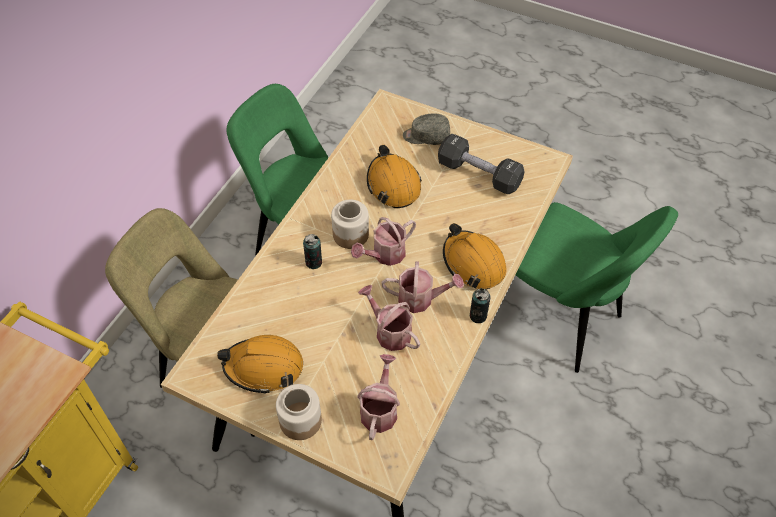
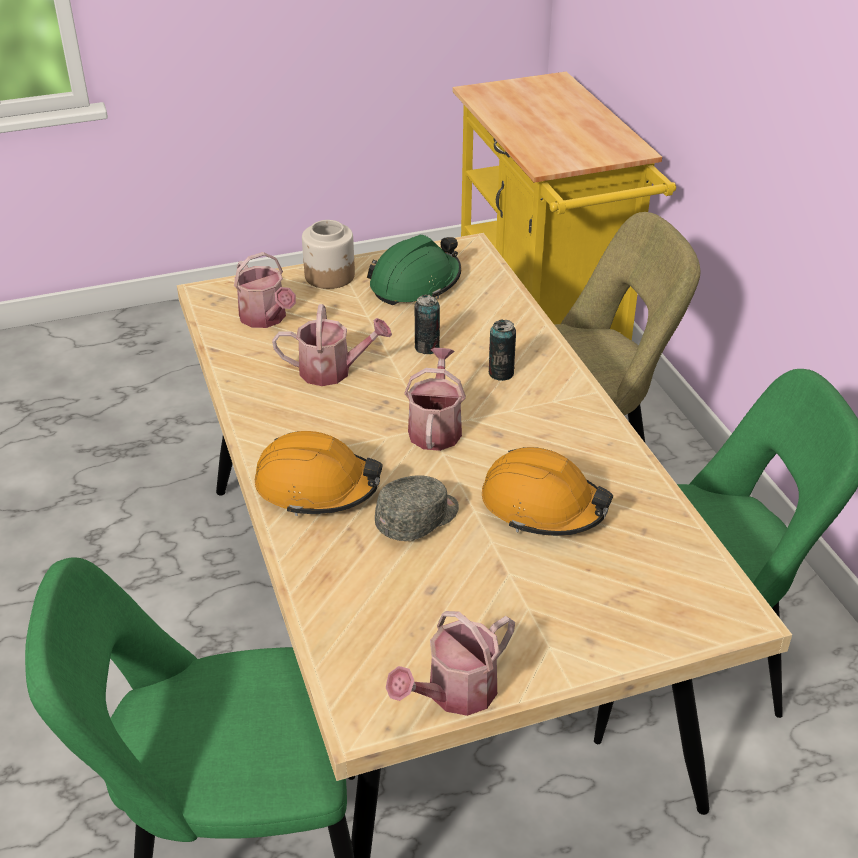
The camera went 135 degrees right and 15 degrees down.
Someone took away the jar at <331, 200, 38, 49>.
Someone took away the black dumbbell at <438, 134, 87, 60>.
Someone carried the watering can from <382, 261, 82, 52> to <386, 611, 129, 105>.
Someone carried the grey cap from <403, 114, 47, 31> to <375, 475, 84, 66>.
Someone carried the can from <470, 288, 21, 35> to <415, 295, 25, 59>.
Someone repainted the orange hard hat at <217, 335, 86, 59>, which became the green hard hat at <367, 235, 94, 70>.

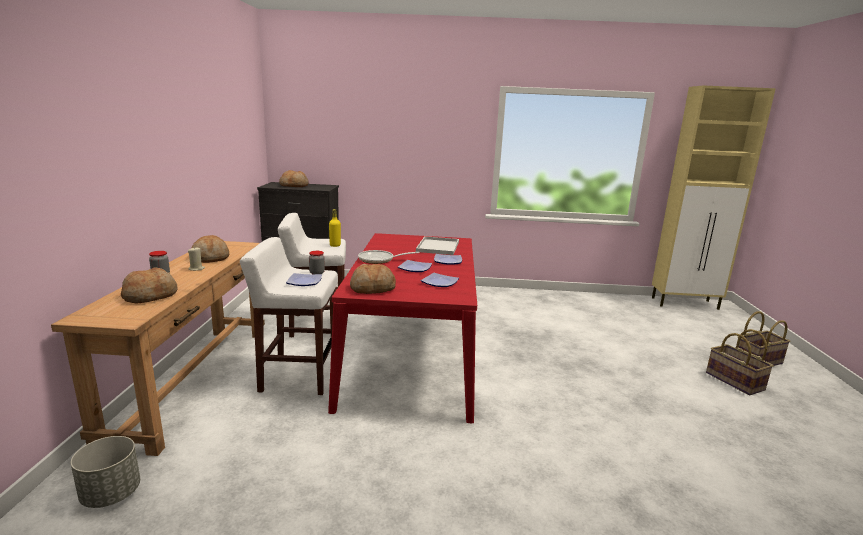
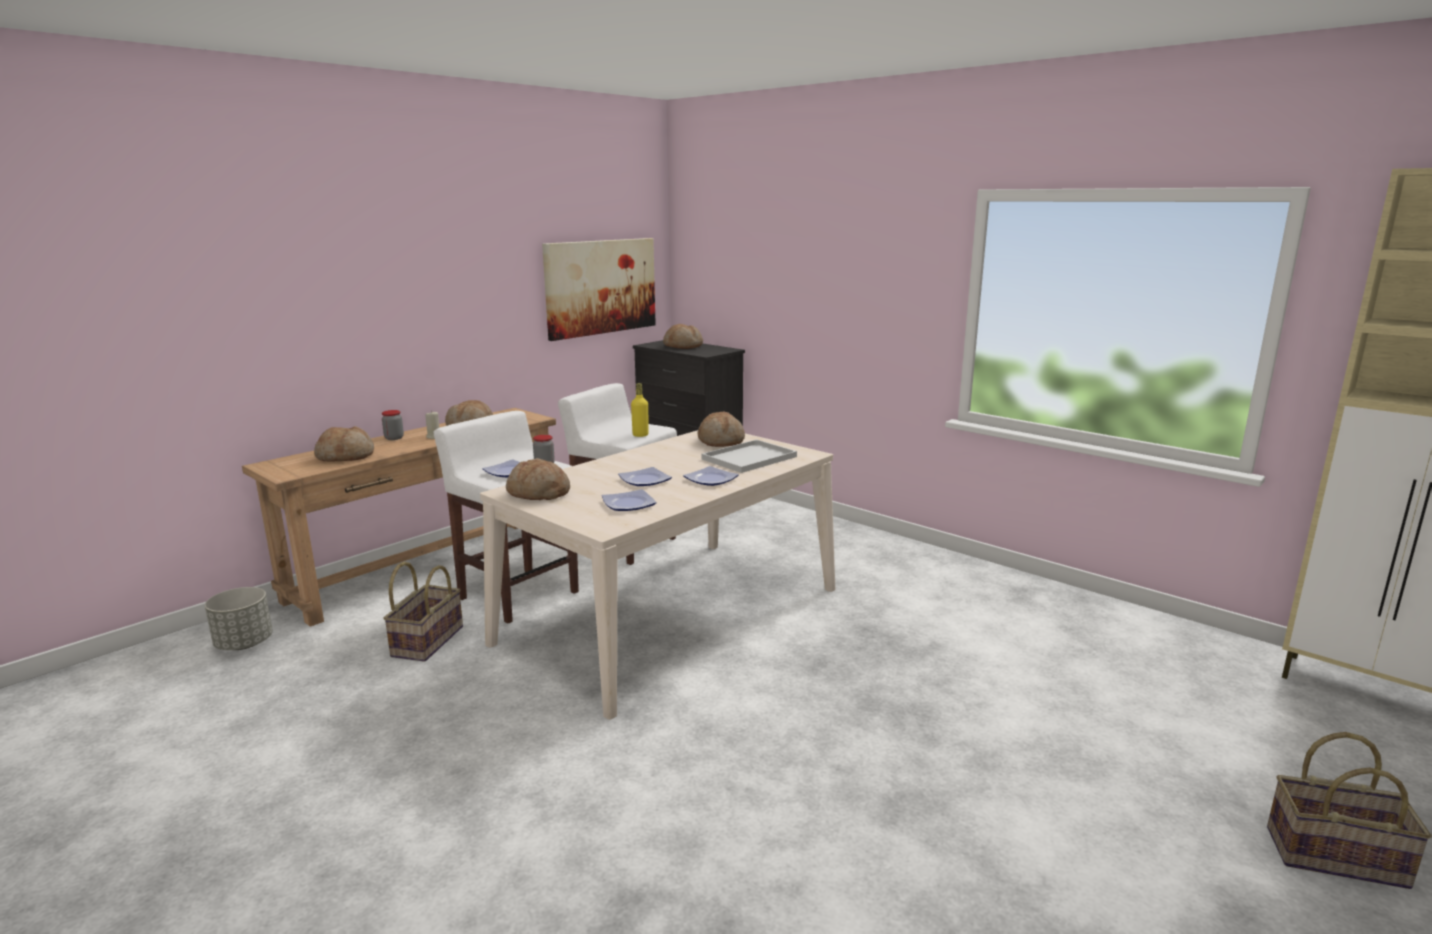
The camera went 40 degrees right and 0 degrees up.
Someone took away the frying pan at <358, 250, 61, 14>.
Someone put up the picture at <542, 238, 114, 103>.
Someone put down the bread at <698, 412, 47, 35>.
Someone carried the basket from <706, 329, 68, 66> to <383, 562, 80, 100>.
Someone repainted the red dining table at <328, 233, 149, 190>, which became the beige dining table at <480, 430, 355, 290>.

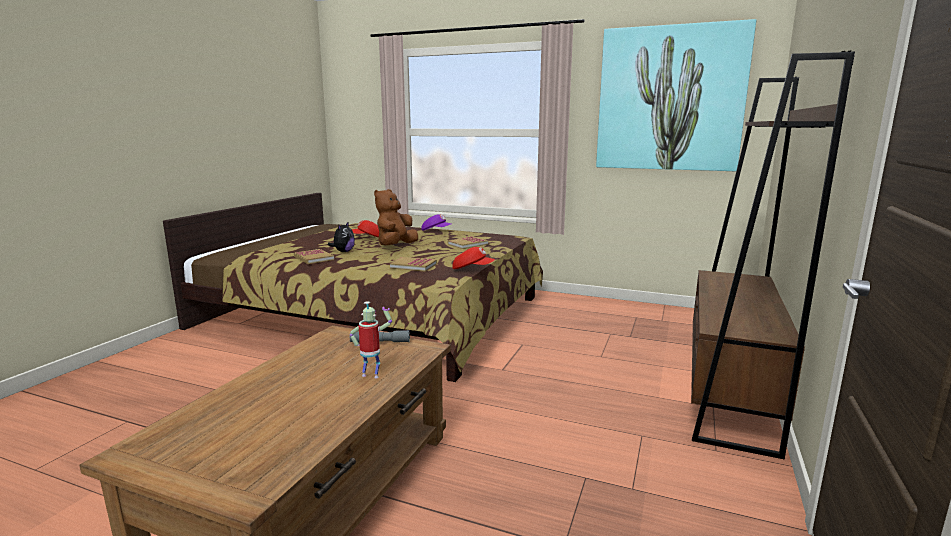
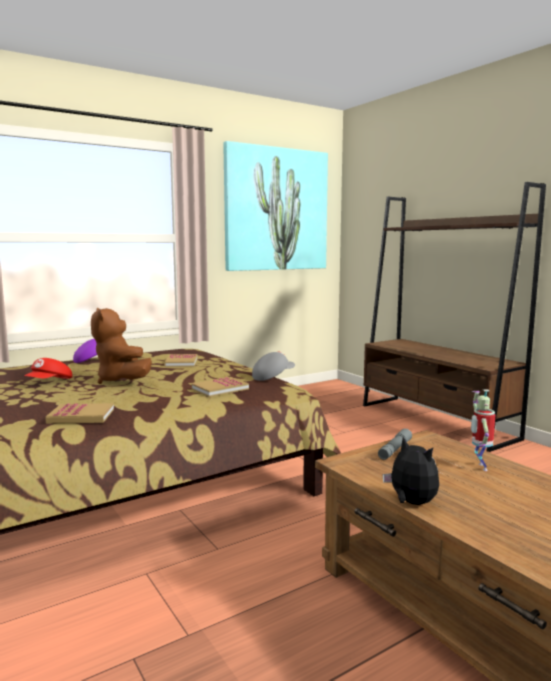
The camera went 55 degrees left and 5 degrees down.
Someone carried the plush toy from <328, 221, 27, 31> to <383, 437, 56, 68>.
Someone repainted the red cap at <452, 247, 43, 22>, which became the grey cap at <252, 352, 43, 29>.
Someone rotated the toy robot at <350, 301, 42, 77> by 45 degrees counterclockwise.

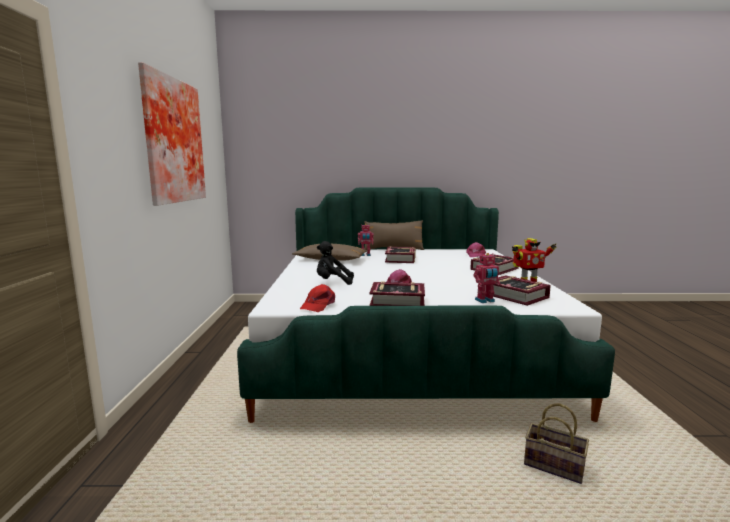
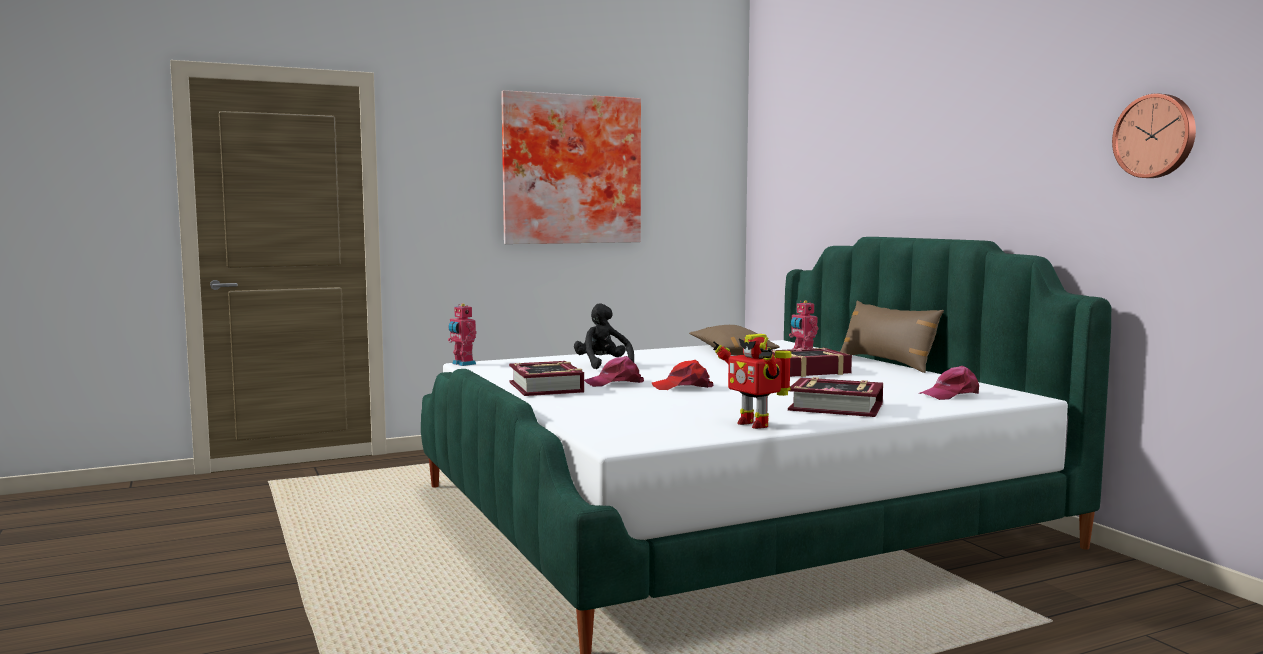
The camera went 65 degrees right and 5 degrees down.
Someone took away the book at <493, 275, 58, 31>.
Someone took away the basket at <524, 403, 65, 81>.
Someone put up the wall clock at <1112, 94, 84, 84>.
Someone carried the red cap from <300, 284, 35, 28> to <652, 360, 62, 30>.
Someone carried the toy robot from <474, 253, 26, 50> to <448, 304, 28, 62>.

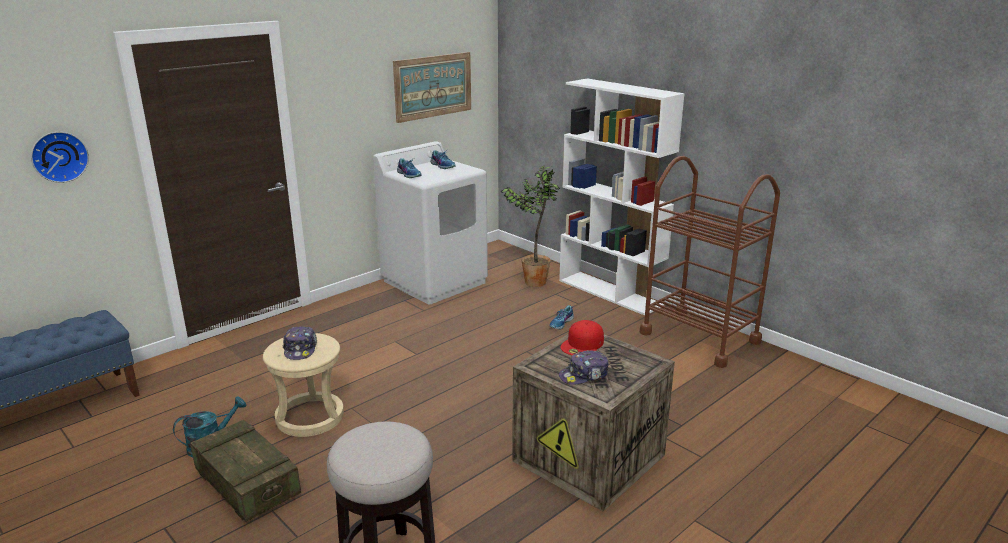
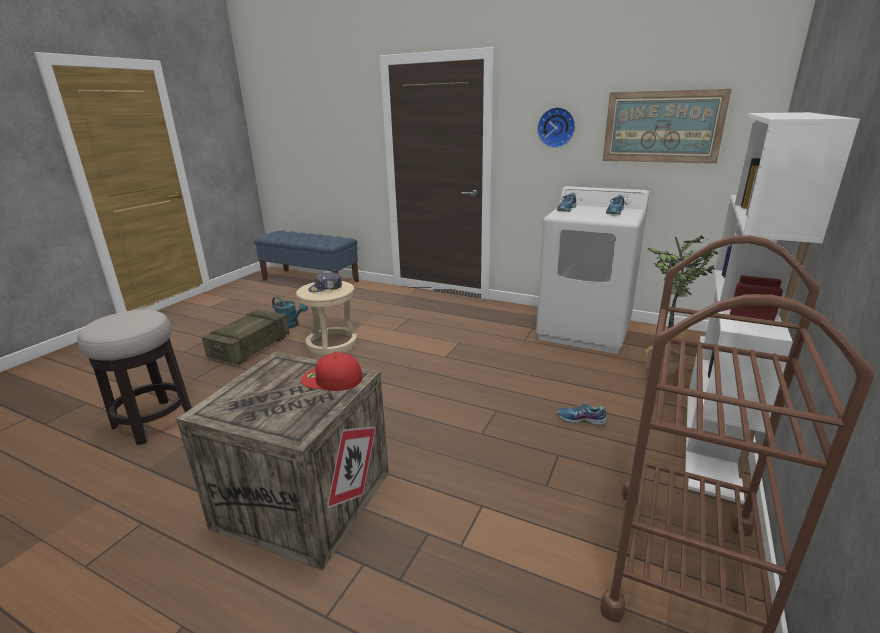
The camera went 70 degrees right and 0 degrees up.
Someone took away the cap at <559, 350, 50, 35>.
Someone carried the wall clock from <31, 132, 58, 51> to <537, 107, 38, 41>.

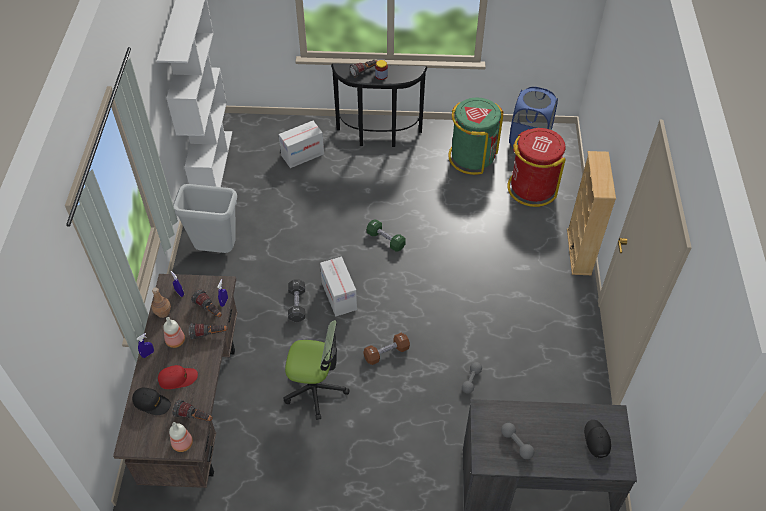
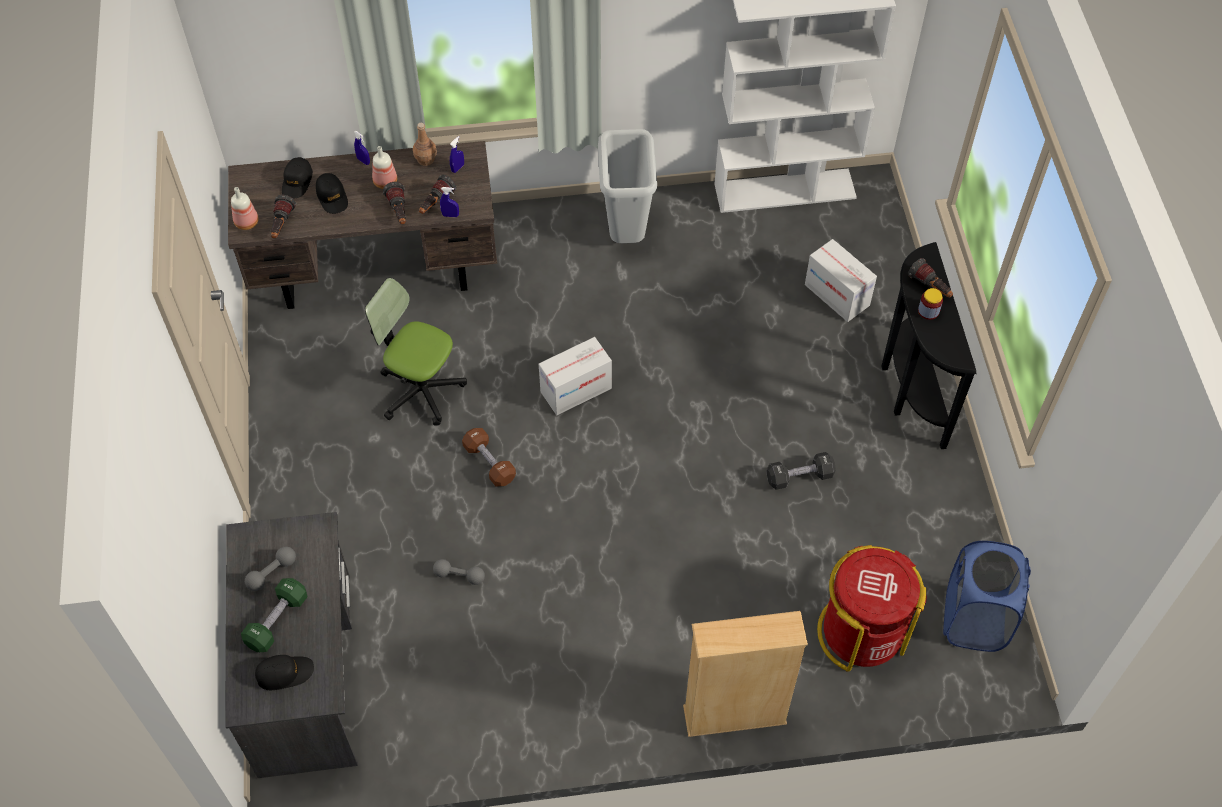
The camera went 80 degrees right and 5 degrees up.
Someone took away the green trash can at <448, 97, 56, 78>.
Someone carried the black dumbbell from <288, 279, 17, 43> to <767, 452, 69, 38>.
Someone carried the green dumbbell from <367, 220, 39, 31> to <241, 578, 67, 74>.
Someone repainted the red cap at <158, 365, 40, 24>, which became the black cap at <316, 173, 32, 41>.
Someone rotated the office chair at <283, 320, 67, 100> by 120 degrees clockwise.

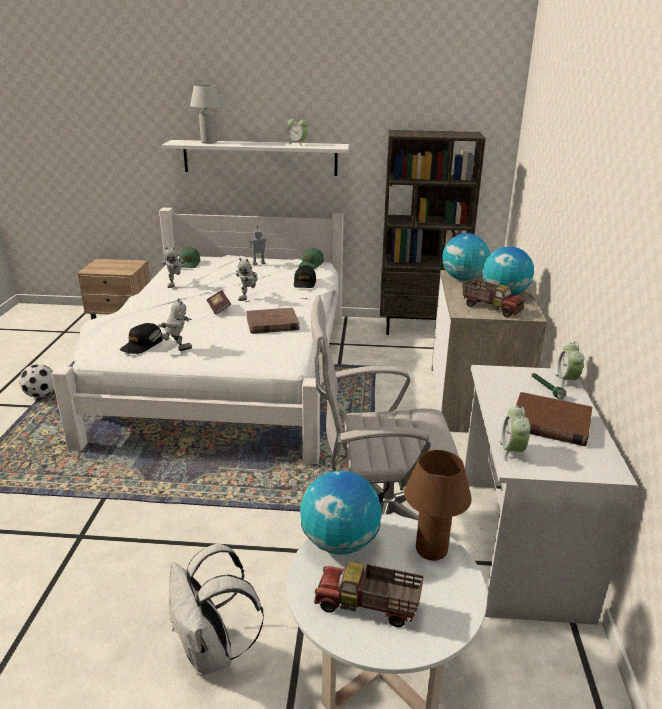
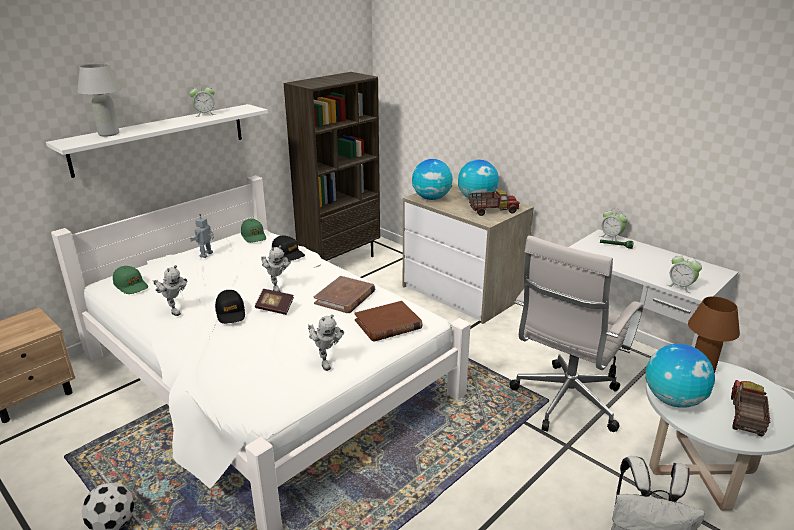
The camera went 50 degrees left and 0 degrees up.
Someone carried the black cap from <120, 323, 43, 31> to <215, 290, 30, 34>.
Someone carried the brown book from <516, 392, 76, 54> to <355, 301, 67, 40>.
Someone rotated the toy robot at <149, 298, 43, 53> by 135 degrees clockwise.
Someone rotated the toy truck at <314, 562, 110, 65> by 150 degrees clockwise.

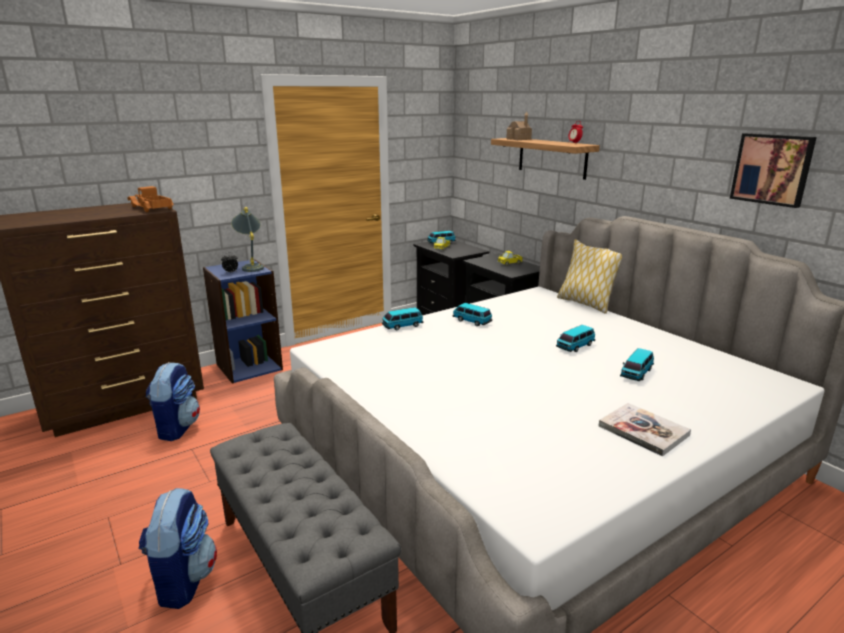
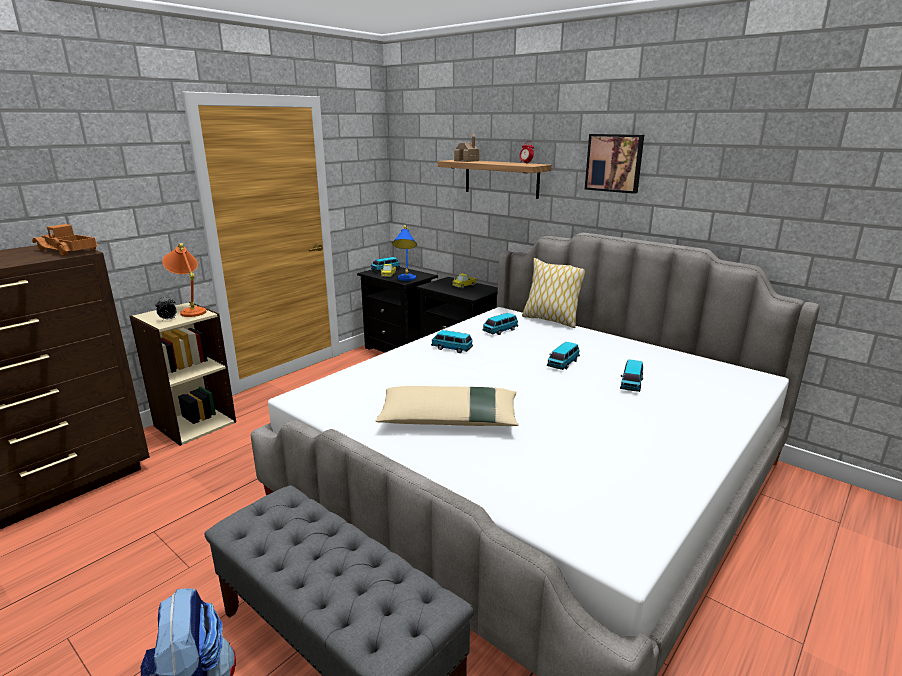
The camera went 15 degrees left and 0 degrees up.
Someone took away the backpack at <146, 362, 54, 79>.
Someone took away the book at <598, 403, 93, 54>.
Someone put down the beige pillow at <376, 386, 143, 40>.
Someone put down the blue table lamp at <392, 225, 25, 56>.
Someone carried the toy car from <382, 307, 41, 23> to <483, 313, 35, 22>.
Someone carried the picture from <730, 133, 87, 75> to <585, 134, 59, 60>.
Someone repainted the blue bookcase at <203, 259, 80, 124>, which became the beige bookcase at <129, 302, 107, 144>.
Someone repainted the grey table lamp at <231, 207, 33, 65>, which became the orange table lamp at <162, 243, 45, 74>.

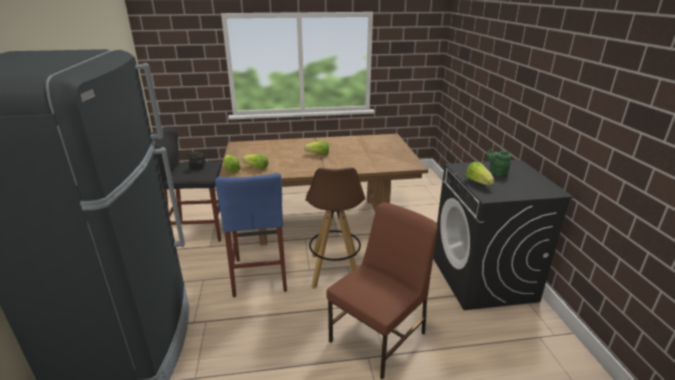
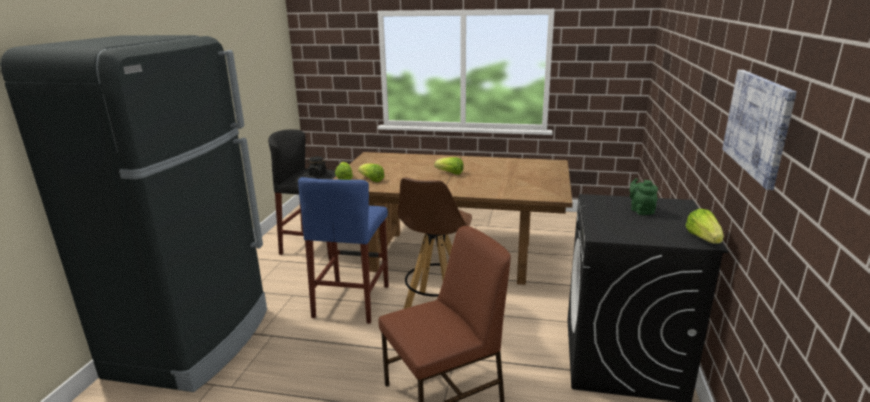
The camera went 20 degrees right and 5 degrees down.
Someone put up the picture at <722, 70, 75, 120>.
Someone carried the lettuce from <465, 162, 29, 23> to <685, 209, 39, 35>.

